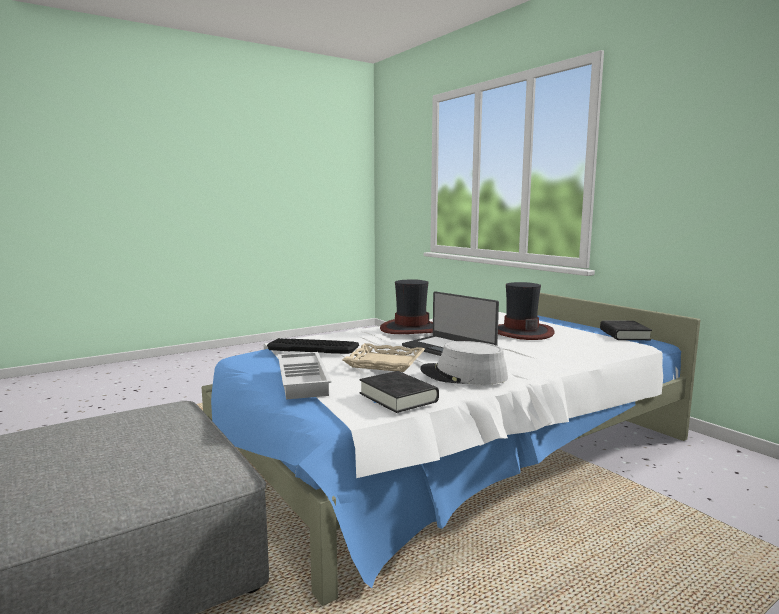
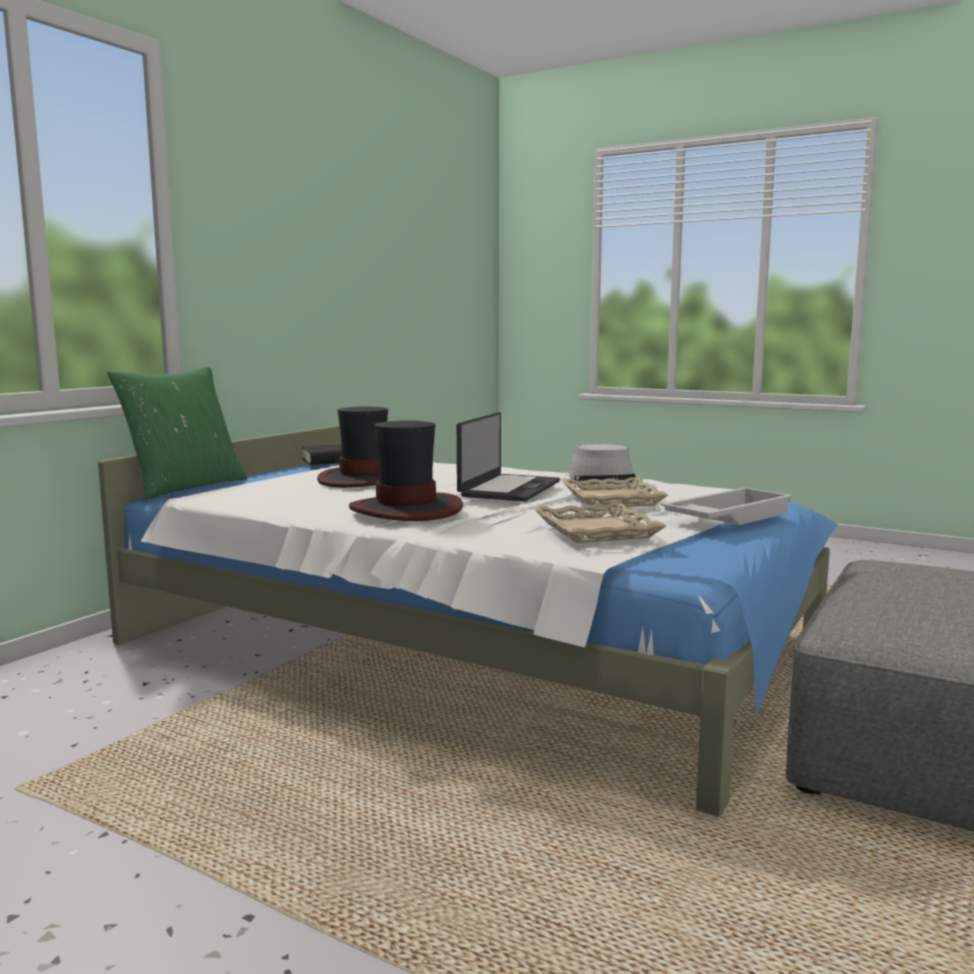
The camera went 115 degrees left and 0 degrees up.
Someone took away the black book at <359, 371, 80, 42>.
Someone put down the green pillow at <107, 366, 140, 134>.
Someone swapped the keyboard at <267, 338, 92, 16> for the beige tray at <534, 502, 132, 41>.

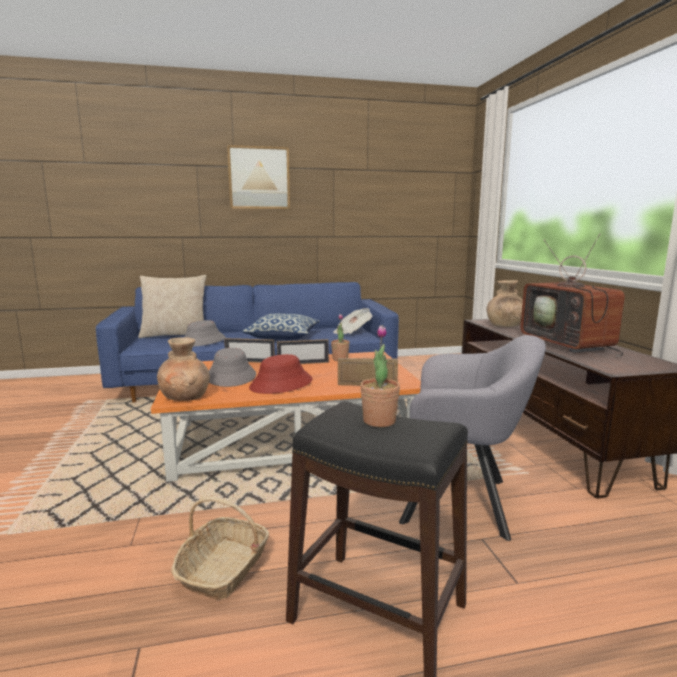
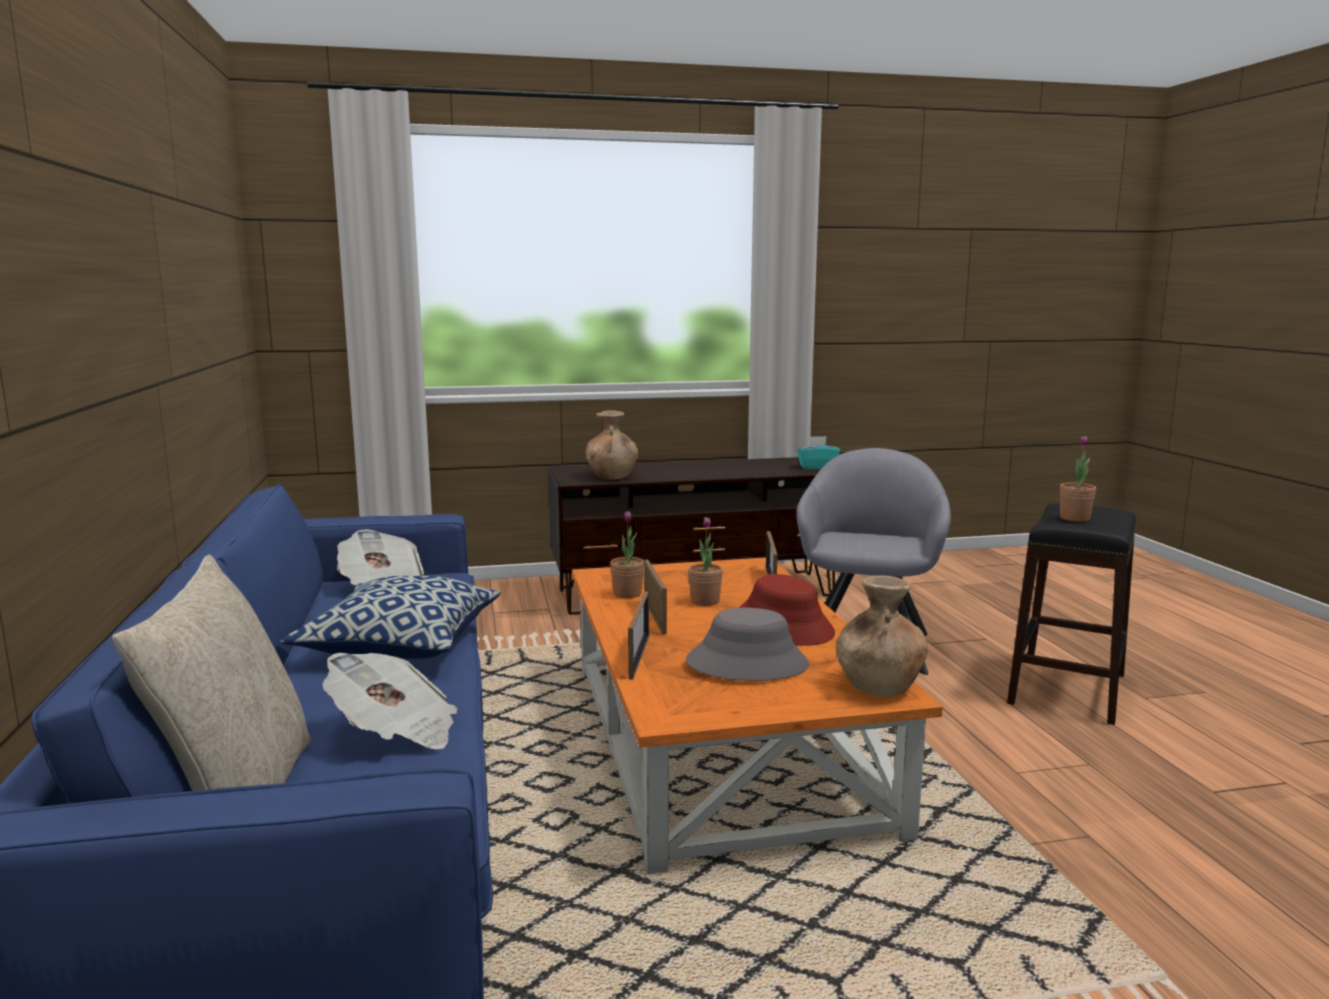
The camera went 90 degrees left and 0 degrees up.
Someone took away the basket at <171, 497, 98, 103>.
Someone took away the picture at <227, 145, 63, 64>.
Someone took away the television at <520, 233, 105, 125>.
Someone put down the potted plant at <688, 517, 35, 89>.
Someone put down the turquoise tissue box at <797, 436, 43, 33>.
Someone swapped the grey hat at <185, 320, 40, 27> for the newspaper at <322, 653, 135, 96>.

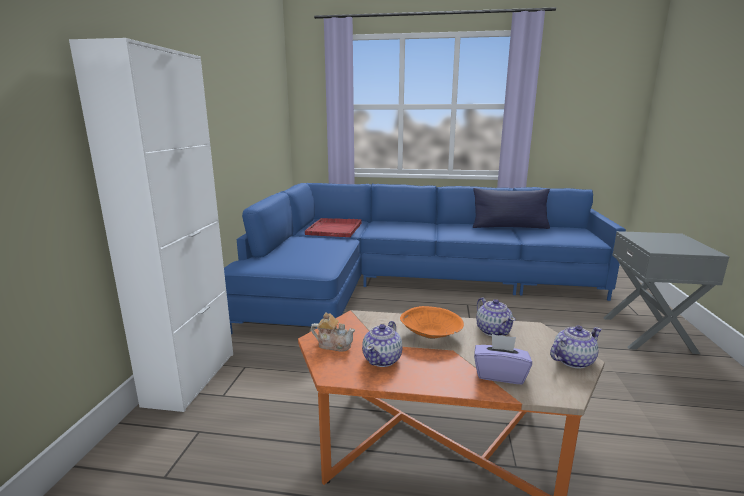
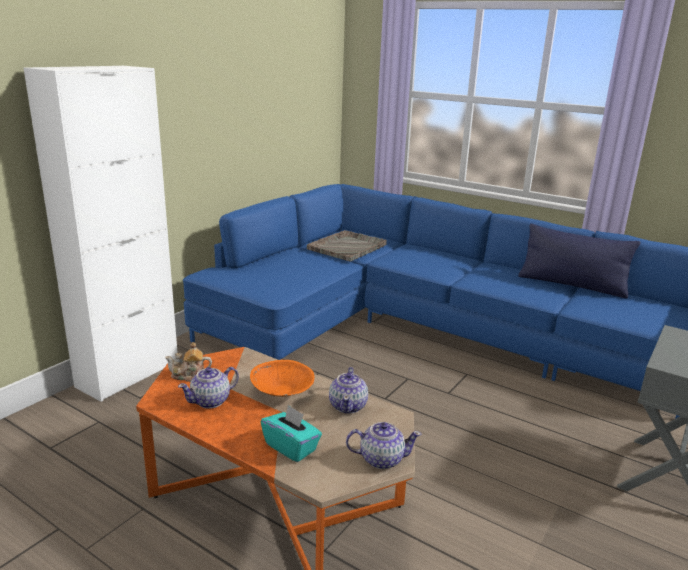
The camera went 25 degrees right and 5 degrees up.
Someone repainted the red tray at <305, 218, 57, 19>, which became the grey tray at <307, 230, 80, 32>.
Someone repainted the purple tissue box at <474, 334, 58, 50>, which became the turquoise tissue box at <261, 405, 61, 57>.
Someone rotated the teapot at <311, 312, 44, 39> by 135 degrees clockwise.

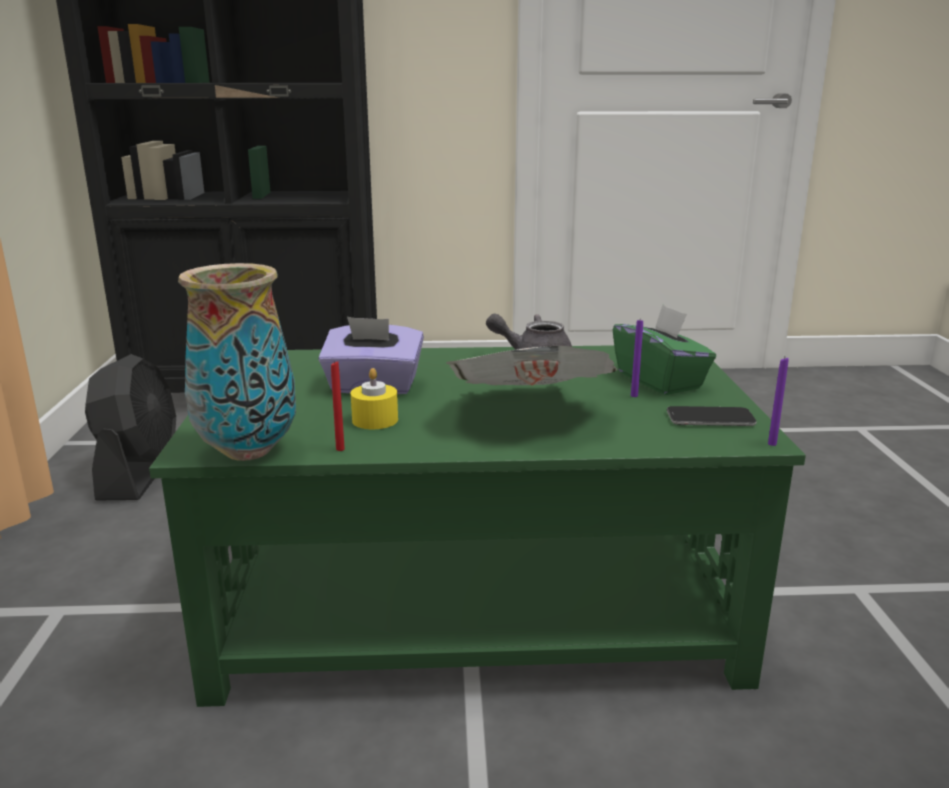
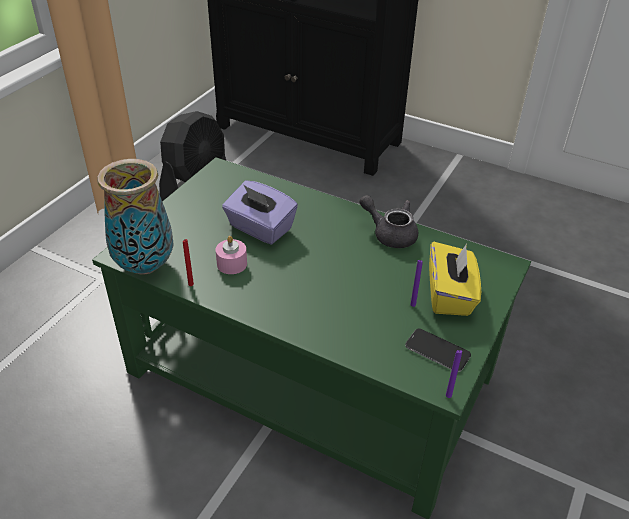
The camera went 30 degrees right and 20 degrees up.
Someone took away the newspaper at <446, 346, 172, 39>.
Someone repainted the yellow candle at <351, 368, 47, 61>, which became the pink candle at <215, 236, 32, 38>.
Someone repainted the green tissue box at <613, 305, 103, 90>, which became the yellow tissue box at <429, 242, 52, 74>.

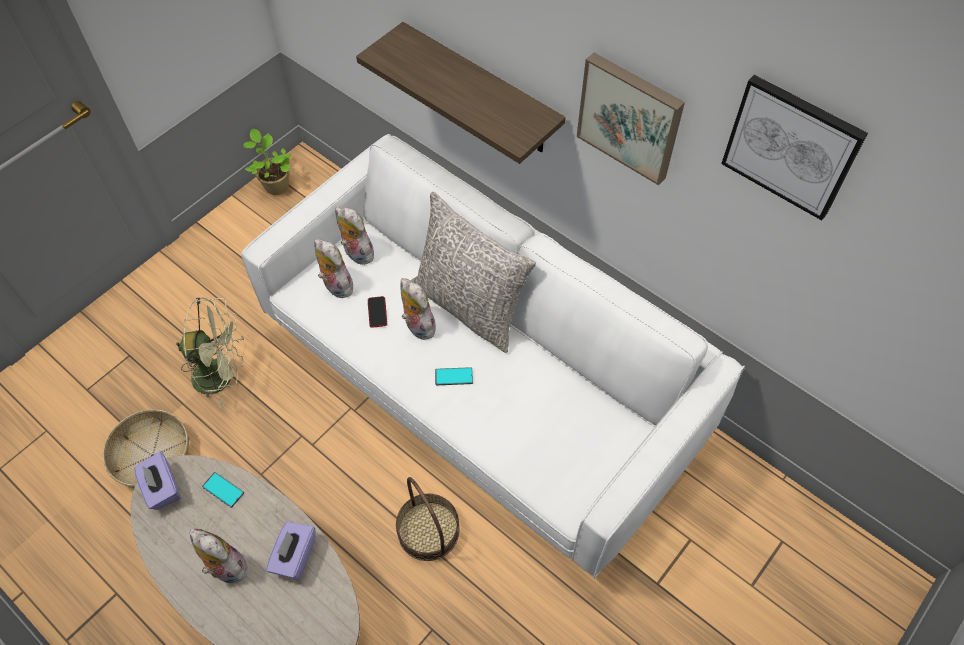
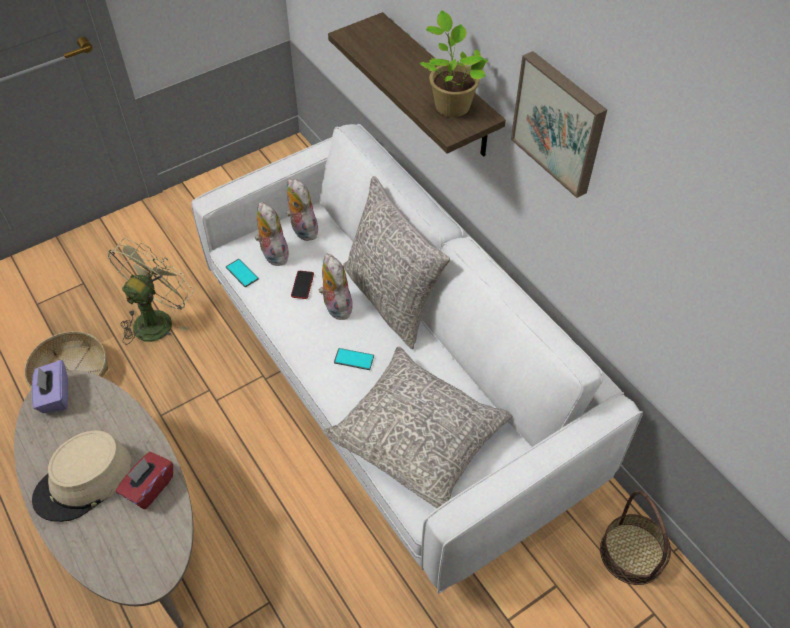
The camera went 15 degrees right and 5 degrees down.
Someone took away the picture at <721, 75, 147, 145>.
Someone put down the grey pillow at <323, 347, 190, 161>.
Someone carried the phone from <202, 472, 42, 36> to <226, 259, 33, 28>.
Someone carried the potted plant from <243, 129, 49, 66> to <419, 10, 69, 107>.
Someone carried the basket from <396, 477, 63, 84> to <600, 491, 71, 94>.
Someone swapped the plush toy at <189, 529, 60, 55> for the beige hat at <32, 431, 99, 91>.
Someone repainted the purple tissue box at <266, 522, 50, 58>, which became the red tissue box at <116, 452, 57, 57>.
Someone rotated the green fan at <176, 297, 68, 111> by 75 degrees counterclockwise.

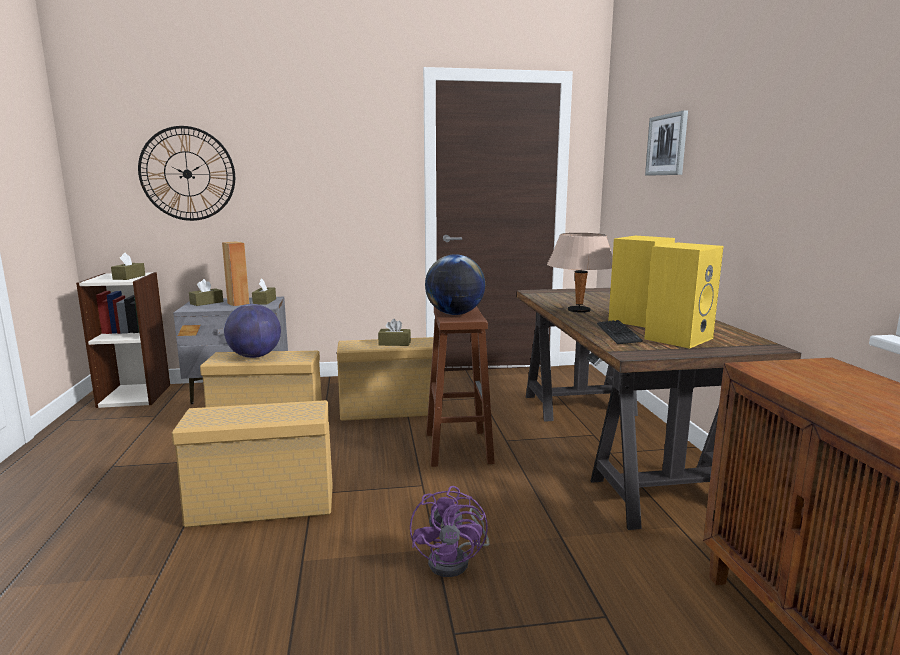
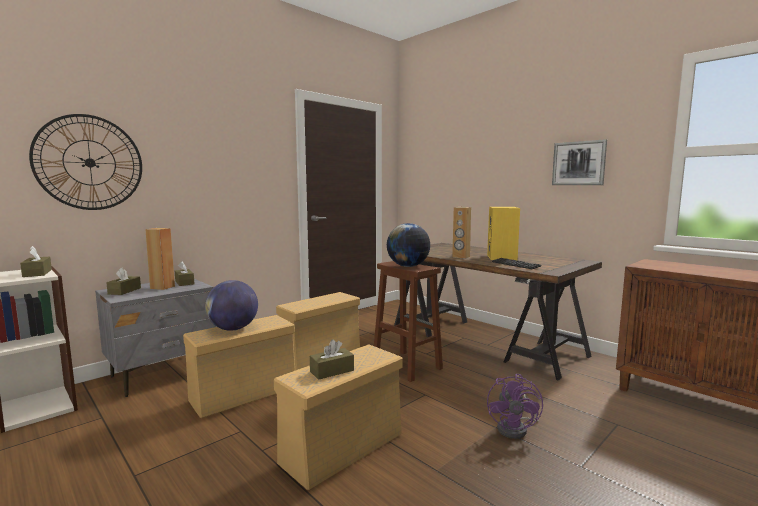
The camera went 35 degrees left and 5 degrees down.
Someone took away the yellow speaker at <644, 242, 79, 107>.
Someone carried the brown tissue box from <378, 319, 33, 27> to <310, 339, 44, 41>.
Someone carried the picture from <645, 110, 43, 66> to <552, 139, 55, 46>.
Someone swapped the beige table lamp at <547, 233, 66, 80> for the brown speaker at <452, 207, 19, 52>.
Someone rotated the purple fan at <410, 486, 79, 91> by 45 degrees clockwise.

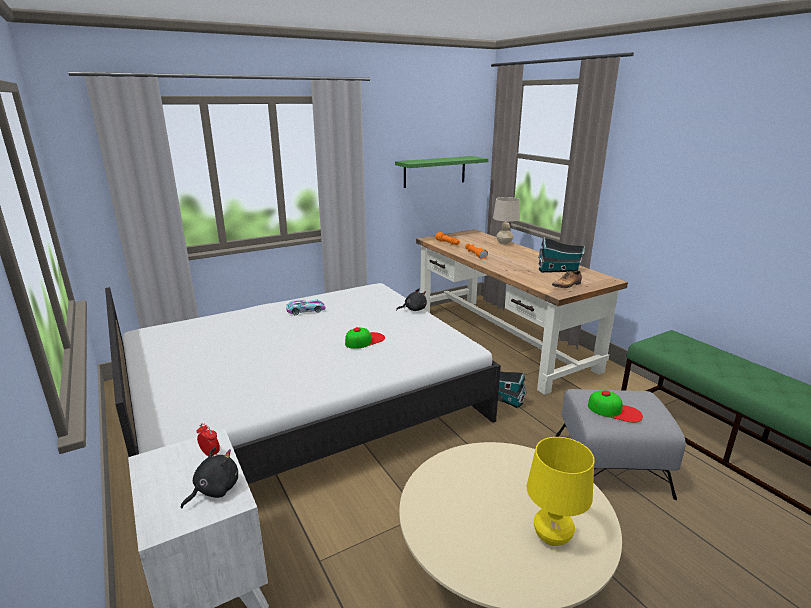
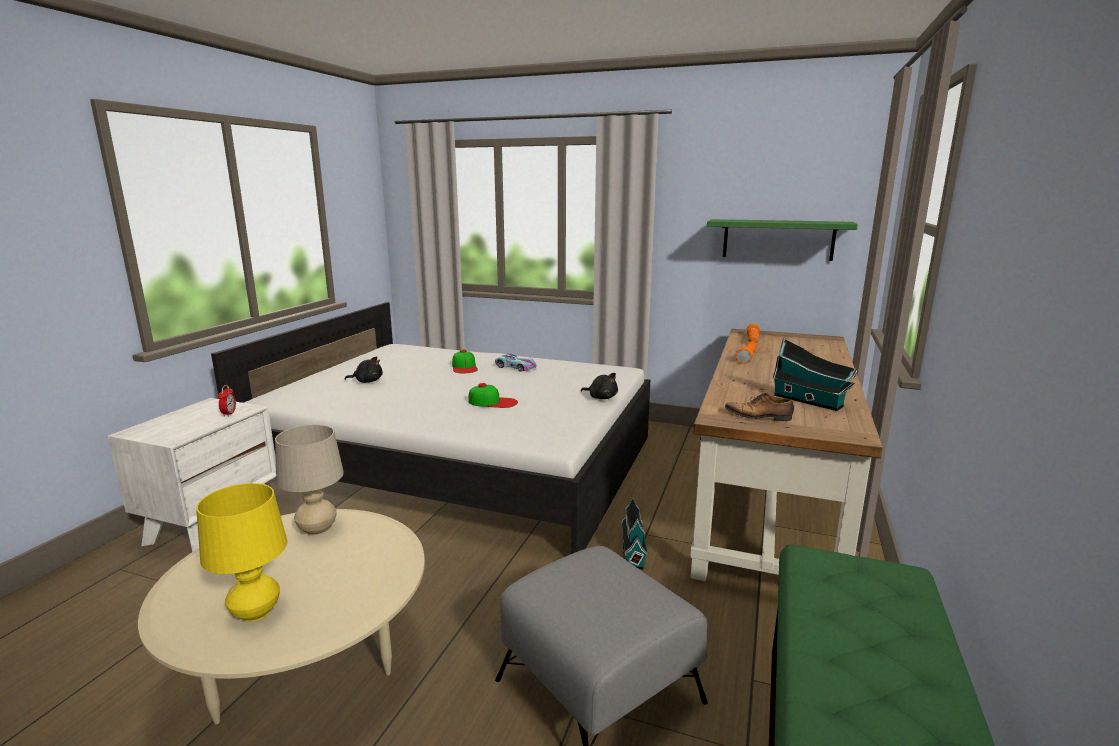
The camera went 50 degrees right and 5 degrees down.
Someone carried the black plush toy from <181, 447, 57, 62> to <344, 356, 39, 27>.
Someone carried the beige table lamp from <493, 197, 27, 48> to <275, 425, 69, 110>.
Someone carried the cap from <588, 390, 55, 33> to <452, 350, 26, 23>.

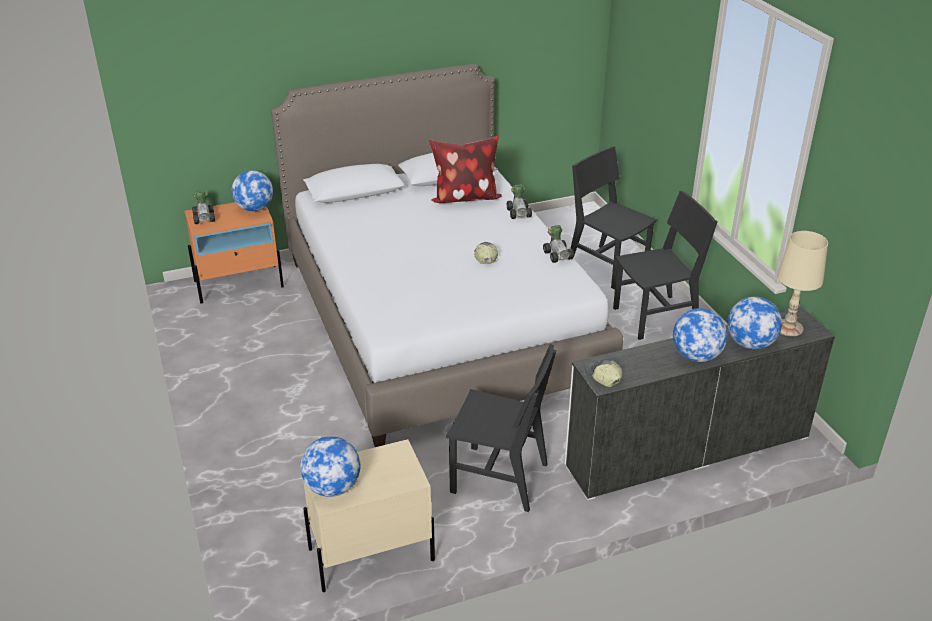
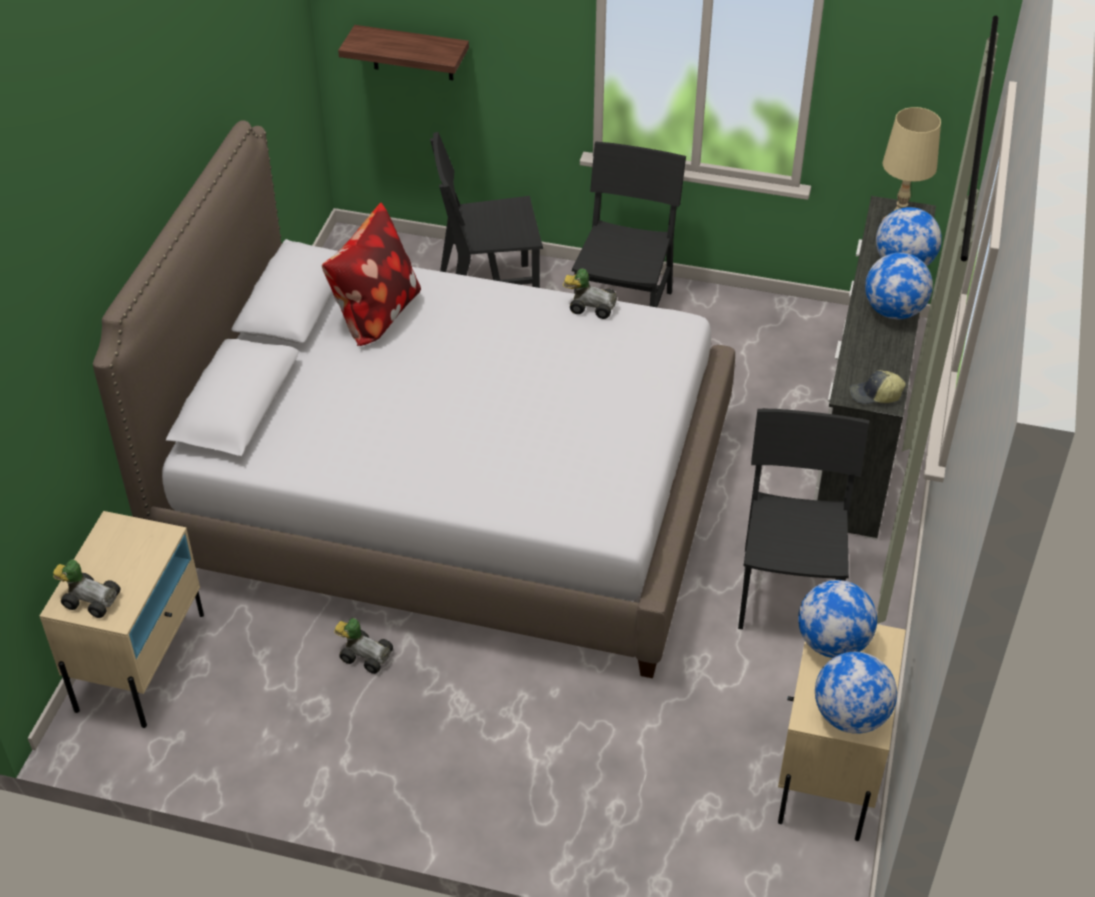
The camera went 55 degrees left and 10 degrees up.
Someone took away the cap at <474, 242, 24, 22>.
Someone put up the shelf at <338, 25, 131, 55>.
Someone carried the globe from <232, 170, 41, 41> to <798, 580, 79, 78>.
Someone carried the toy car from <507, 184, 25, 35> to <334, 618, 59, 56>.
Someone repainted the orange nightstand at <185, 202, 99, 102>, which became the beige nightstand at <40, 511, 164, 217>.
Someone rotated the black chair at <446, 344, 111, 168> by 45 degrees counterclockwise.

